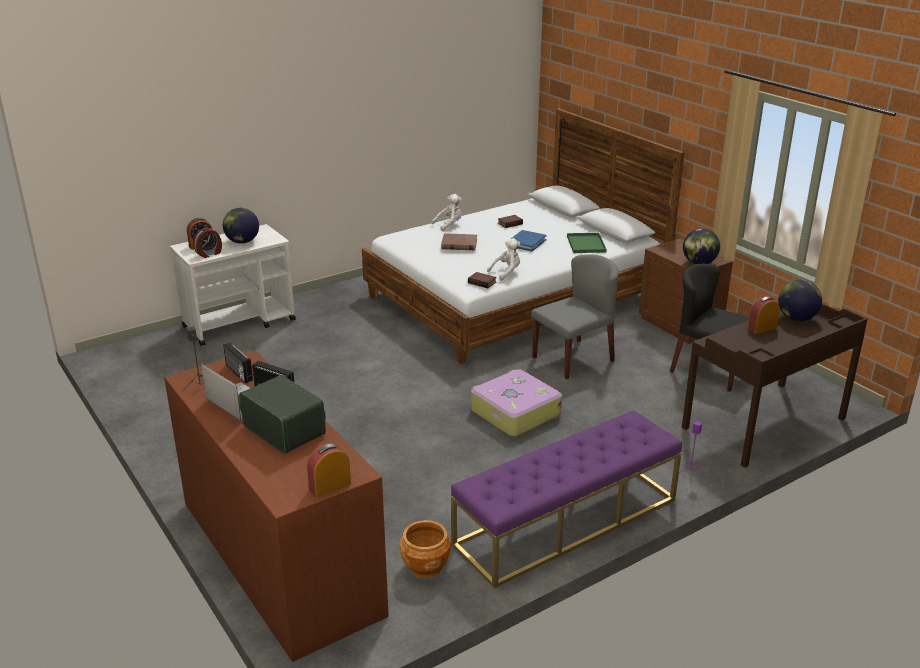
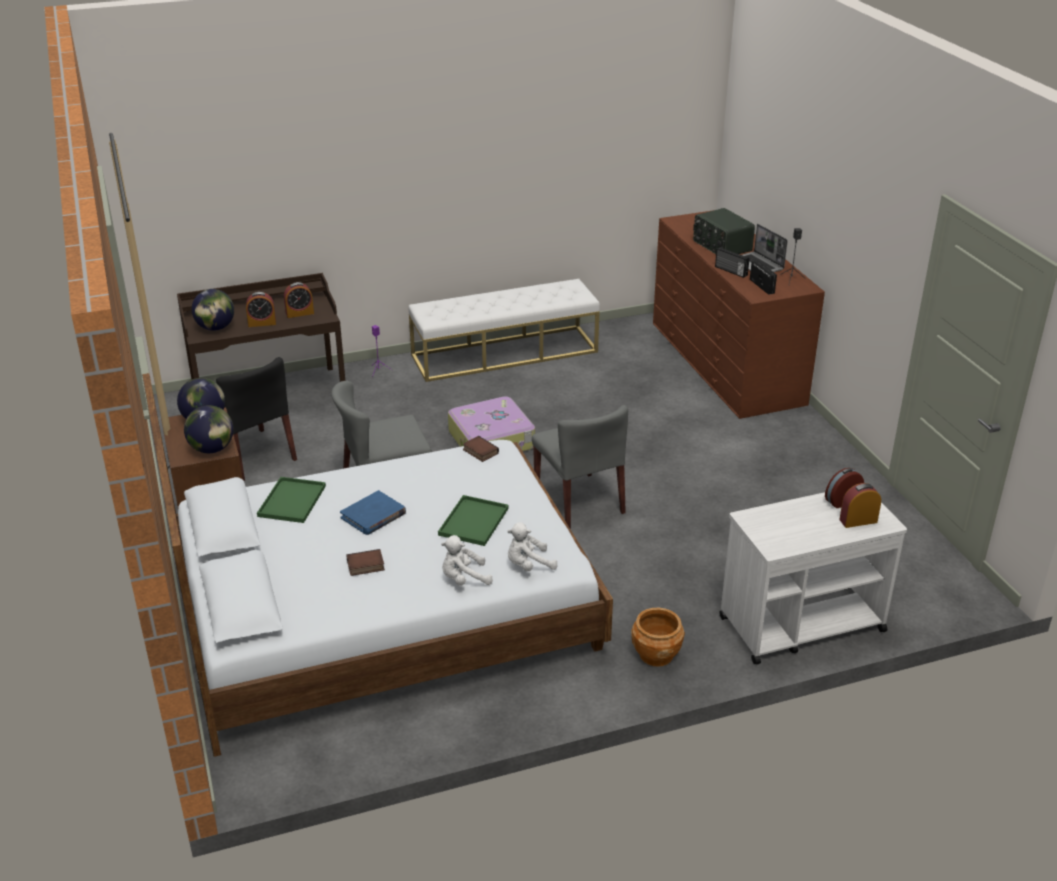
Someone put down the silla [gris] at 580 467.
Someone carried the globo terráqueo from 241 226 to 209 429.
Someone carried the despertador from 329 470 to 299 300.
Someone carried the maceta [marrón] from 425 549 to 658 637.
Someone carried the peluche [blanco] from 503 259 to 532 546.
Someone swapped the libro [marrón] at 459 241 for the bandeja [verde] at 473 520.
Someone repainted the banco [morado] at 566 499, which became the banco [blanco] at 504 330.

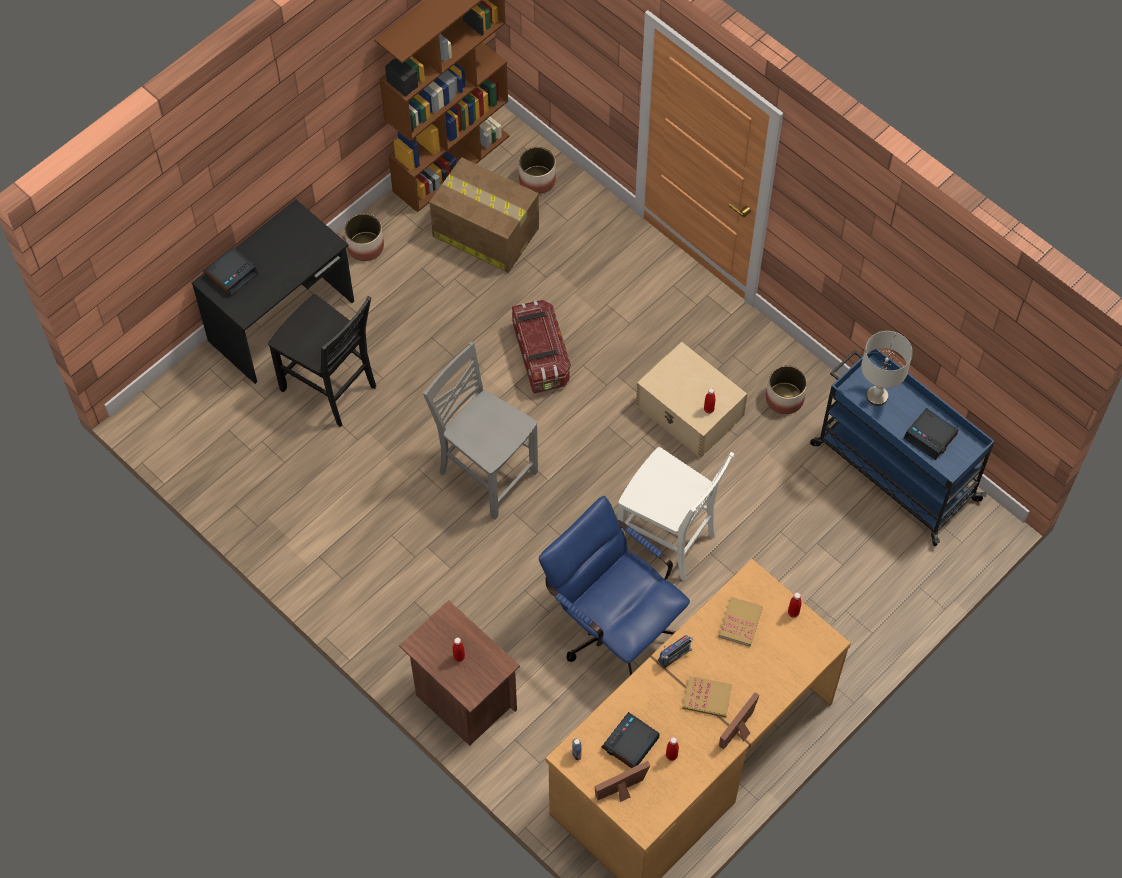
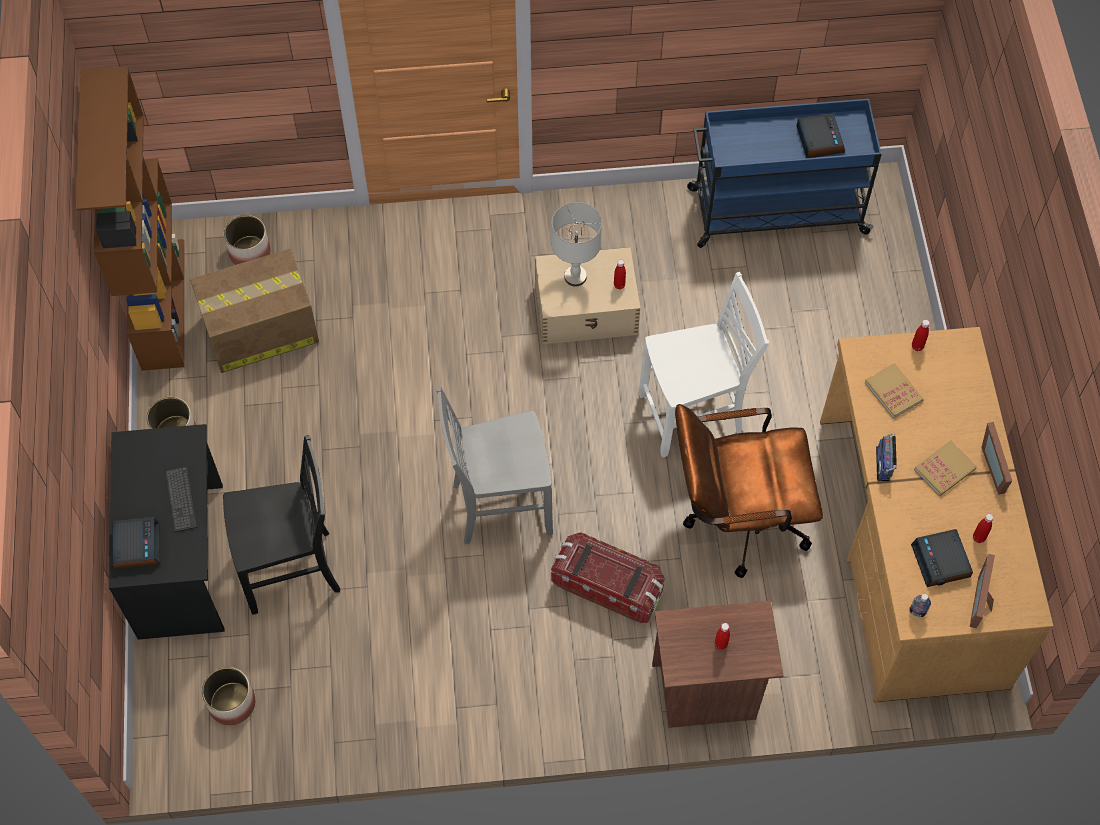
Someone put down the teclado at 181 499.
Someone carried the caja de almacenaje from 541 346 to 608 577.
Someone carried the maceta from 786 389 to 228 696.
Someone carried the lámpara de mesa [gris] from 887 368 to 576 244.
Someone repainted the silla de oficina [azul] at 614 585, which became the silla de oficina [marrón] at 749 491.
Someone rotated the despertador at 931 434 by 90 degrees counterclockwise.

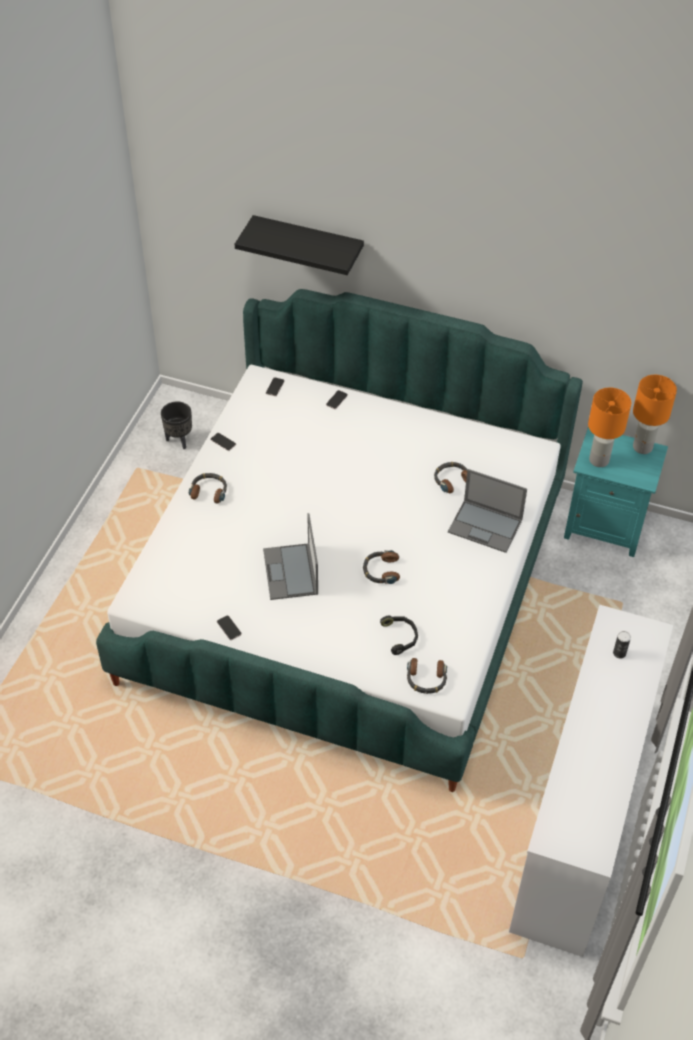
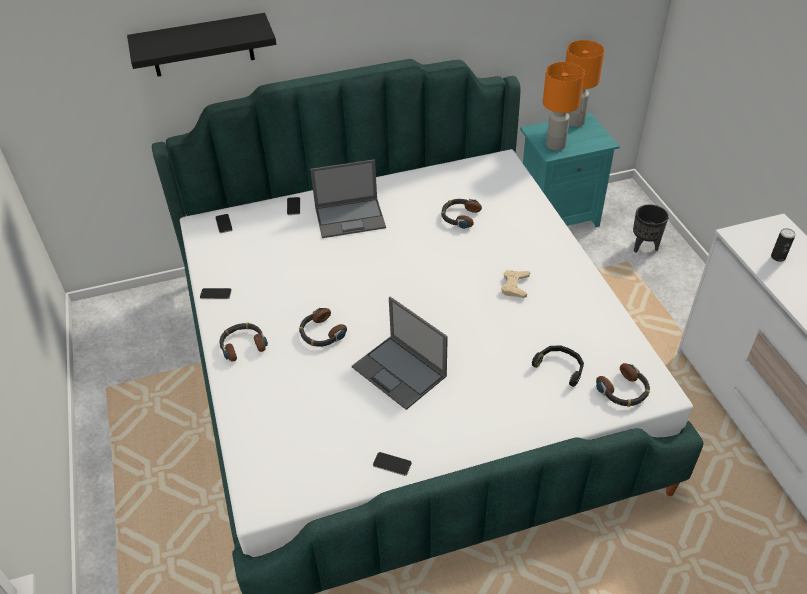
Someone put down the mando de consola [beis] at 515 284.
Someone carried the maceta [negro] from 176 425 to 651 228.
Someone carried the auriculares from 381 567 to 323 327.
Someone carried the portátil from 487 511 to 348 198.

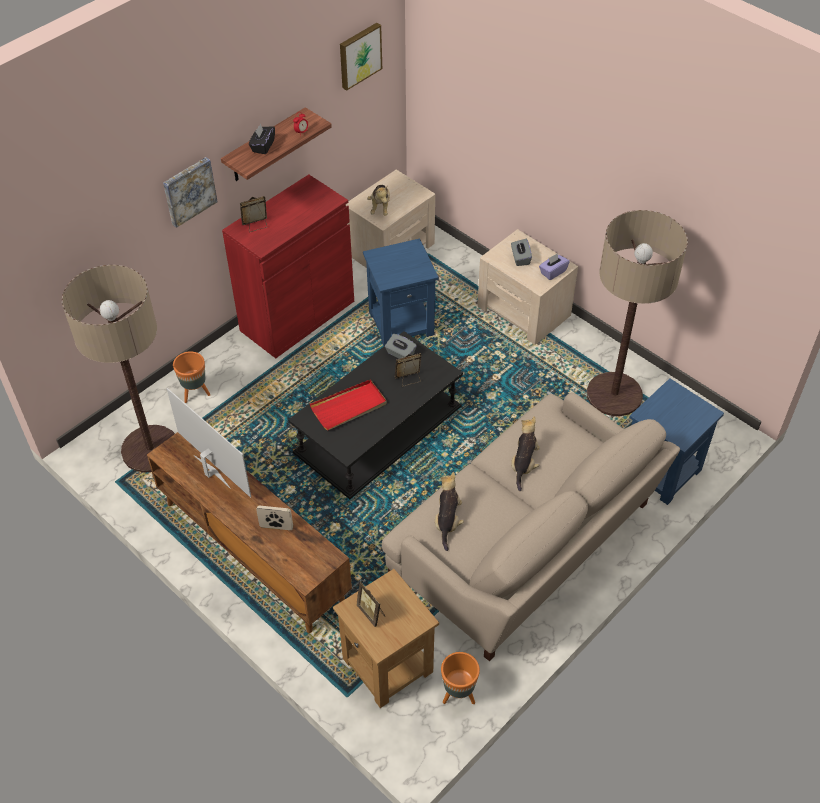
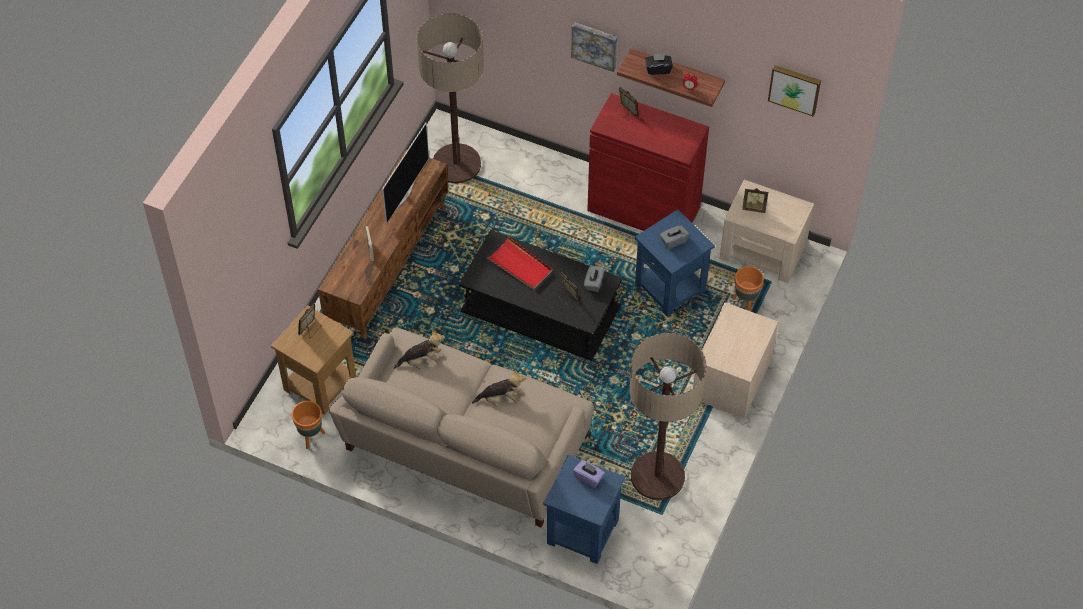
Someone carried the maceta [naranja] from 191 377 to 748 288.
Someone carried the caja de pañuelos [gris] from 521 252 to 674 237.
Someone carried the caja de pañuelos [morado] from 554 266 to 589 474.
Someone swapped the peluche at 378 200 for the portarretratos at 755 200.

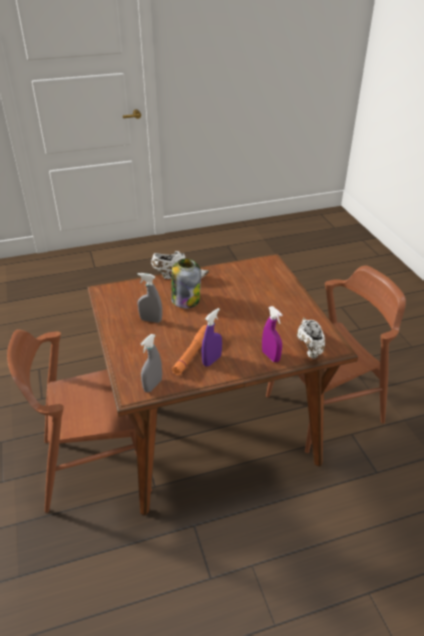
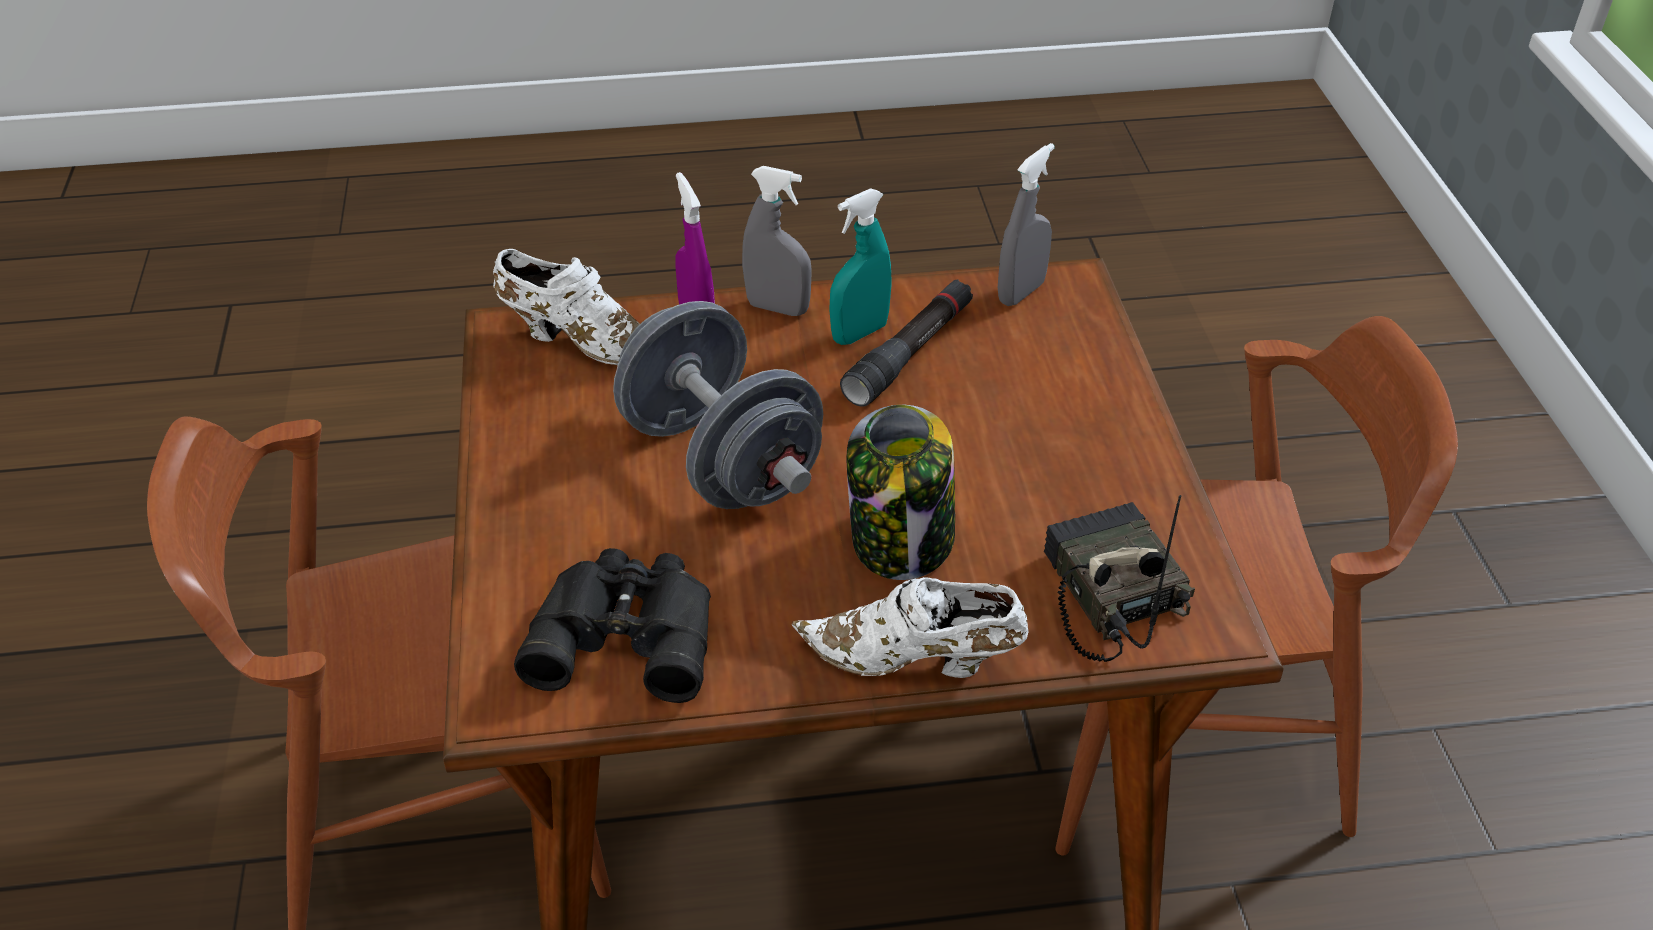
Someone put down the prismáticos [negro] at 612 625.
Someone put down the mancuerna [gris] at 718 405.
Someone put down the radio at 1119 578.
Someone carried the pulverizador [gris] from 150 298 to 777 241.
Someone repainted the linterna [naranja] at 189 350, which became the linterna [negro] at 906 343.
Someone repainted the pulverizador [morado] at 212 337, which became the pulverizador [turquesa] at 860 266.
Someone rotated the zapato [blanco] at 311 337 by 75 degrees counterclockwise.

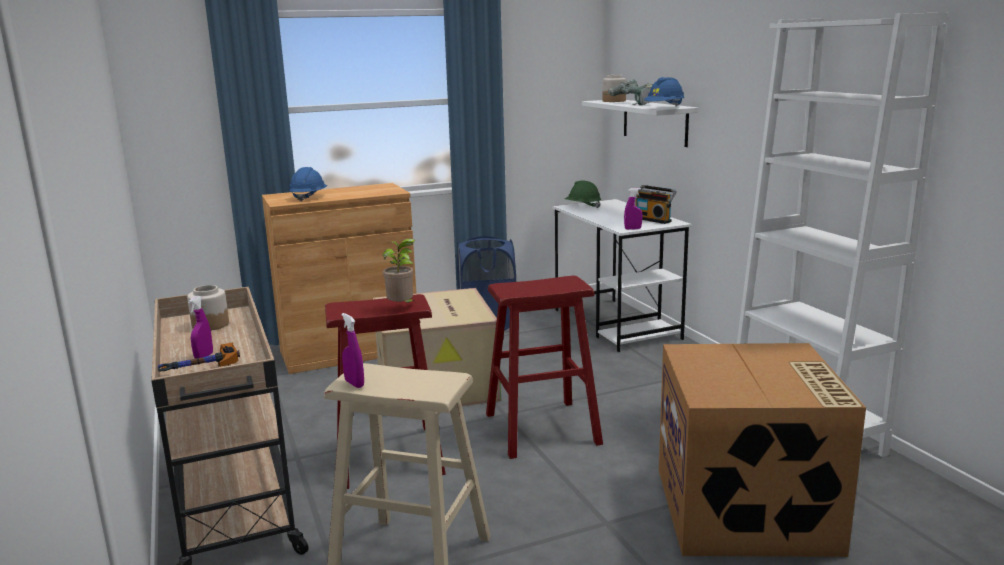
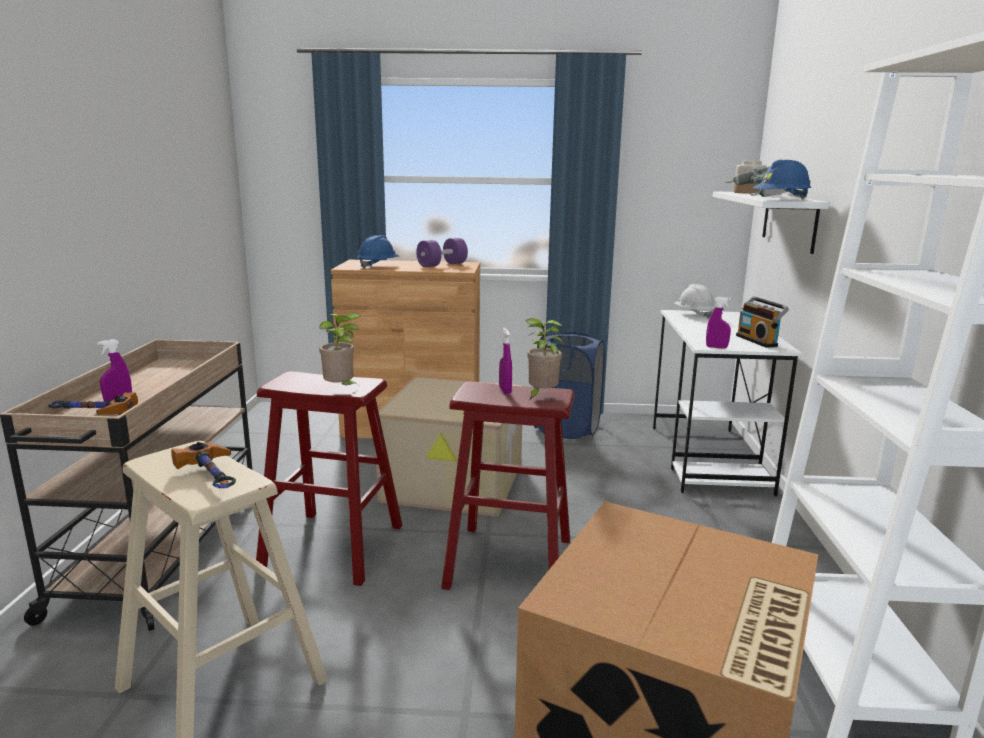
Someone took away the tarro at 208 308.
Someone put down the martillo at 203 465.
Someone put down the mancuerna [morado] at 442 252.
Someone put down the planta en maceta at 544 359.
Someone carried the pulverizador [morado] from 352 350 to 505 361.
Someone repainted the casco [verde] at 583 194, which became the casco [blanco] at 694 301.

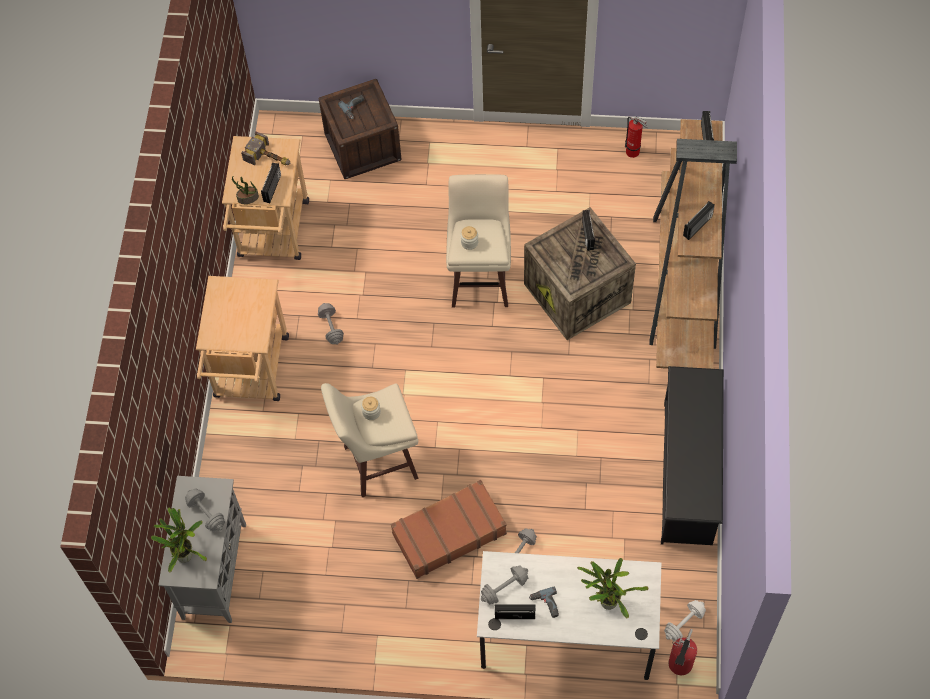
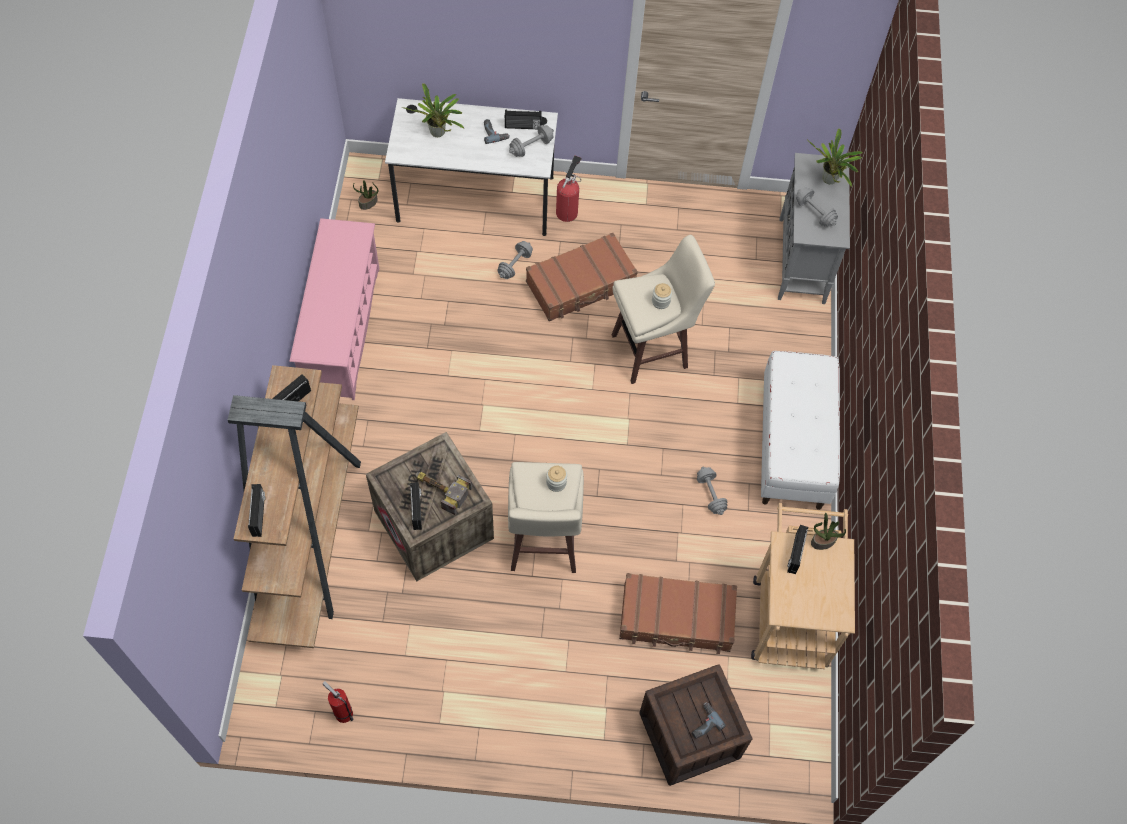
Someone put down the maleta [marrón] at 678 613.
Someone carried the martillo from 266 148 to 443 493.
Someone carried the extintor from 683 652 to 569 188.
Someone swapped the carrito [beis] at 242 338 for the banco [blanco] at 800 430.
Someone swapped the mancuerna [blanco] at 685 620 for the planta en maceta at 365 195.
Someone repainted the zapatero [negro] at 692 455, which became the zapatero [rosa] at 334 309.

